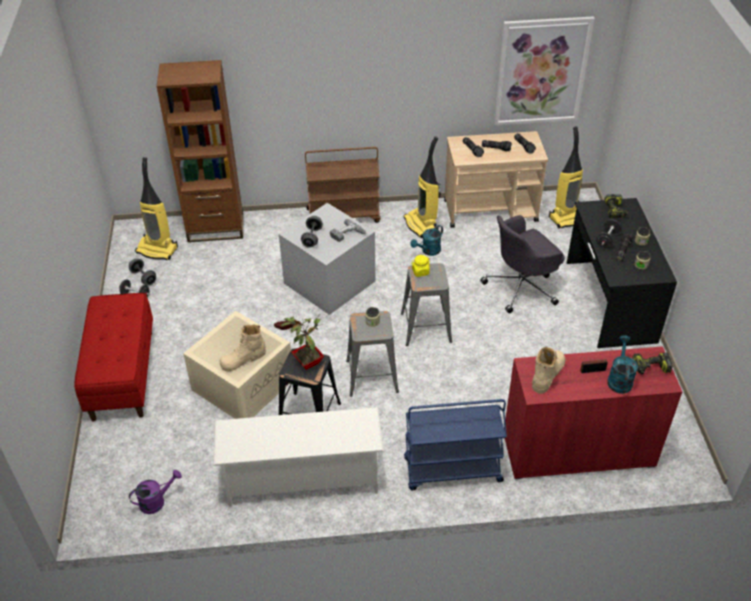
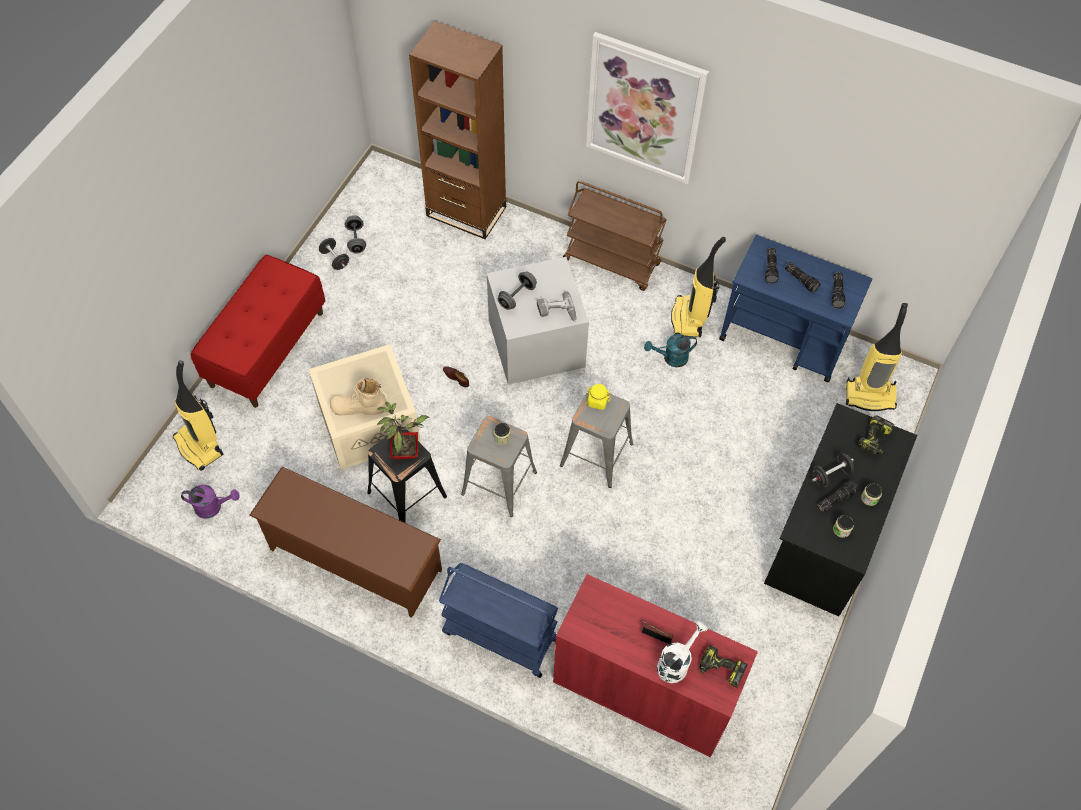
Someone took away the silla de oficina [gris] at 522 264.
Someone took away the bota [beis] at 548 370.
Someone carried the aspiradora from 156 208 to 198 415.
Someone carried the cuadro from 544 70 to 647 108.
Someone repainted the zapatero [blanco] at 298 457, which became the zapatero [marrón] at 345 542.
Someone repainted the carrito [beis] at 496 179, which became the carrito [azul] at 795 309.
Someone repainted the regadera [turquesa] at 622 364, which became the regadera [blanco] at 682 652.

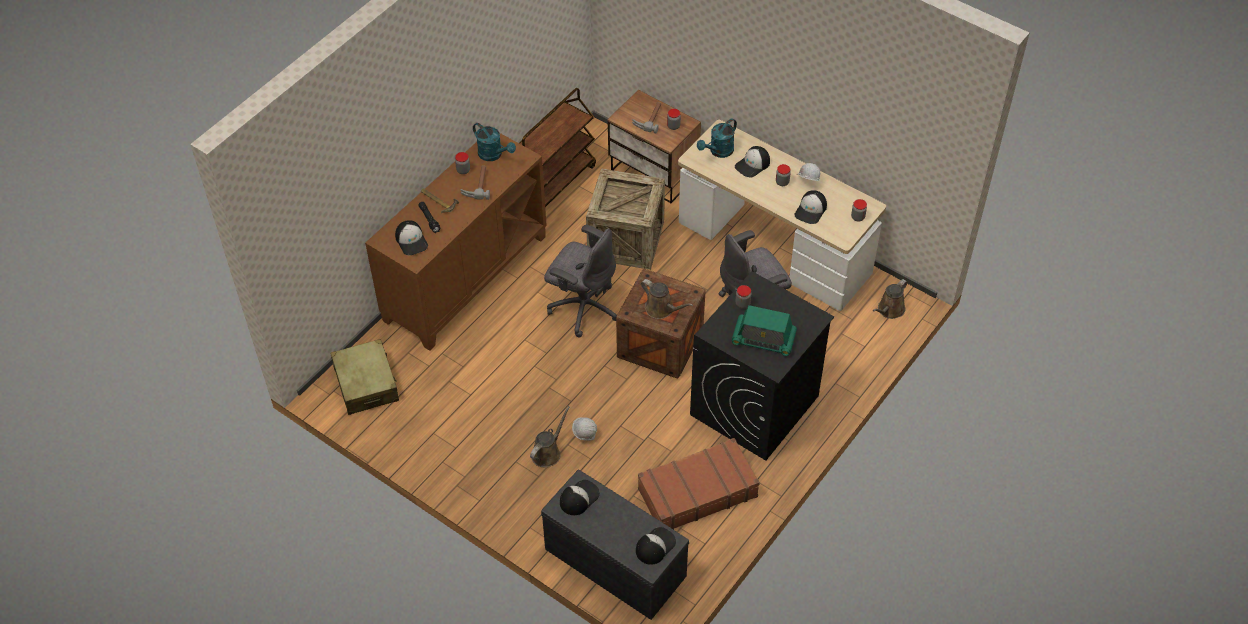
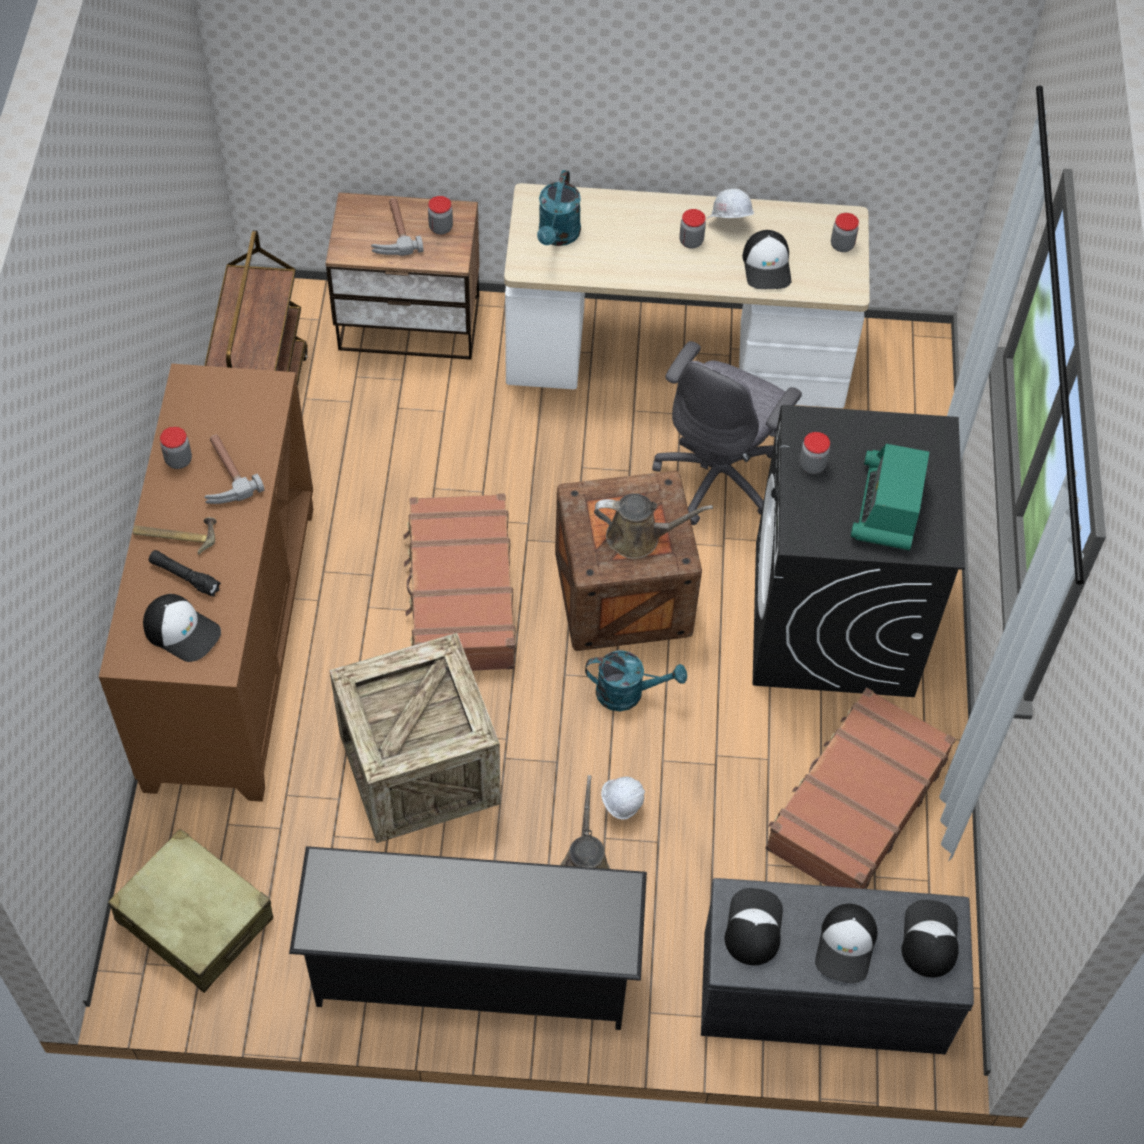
Someone took away the regadera [marrón] at 890 299.
Someone put down the zapatero [negro] at 468 938.
Someone carried the regadera [turquesa] from 494 142 to 636 680.
Someone carried the caja de embalaje from 625 219 to 415 738.
Someone carried the gorra from 752 161 to 846 944.
Someone swapped the silla de oficina [gris] at 580 281 for the maleta [marrón] at 459 582.
Someone rotated the radio at 764 330 by 120 degrees clockwise.

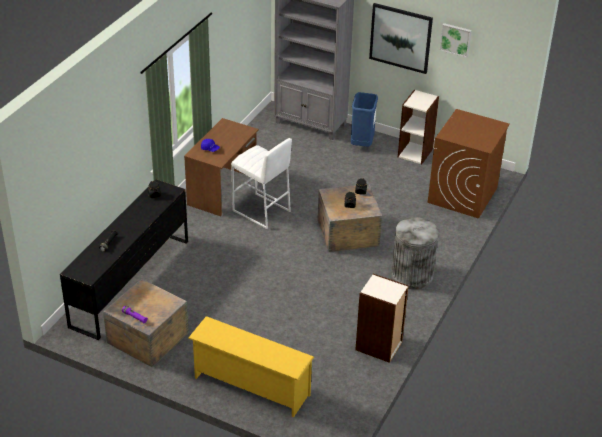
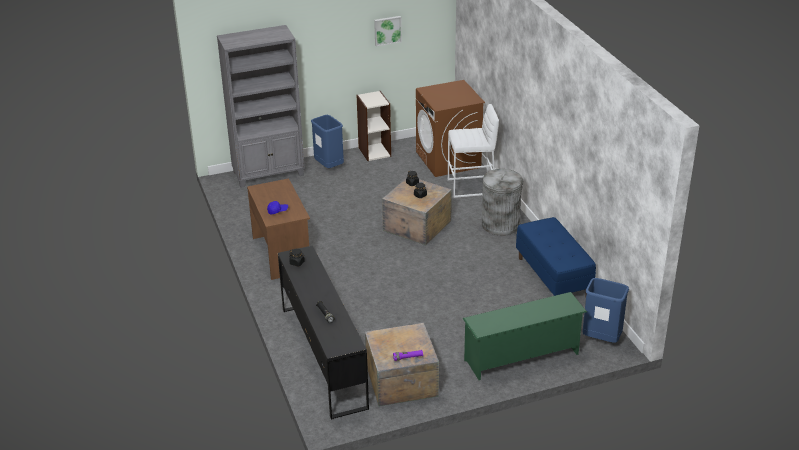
Someone took away the cuadro at 401 38.
Someone put down the papelera [azul] at 605 310.
Someone carried the taburete [blanco] from 261 183 to 473 151.
Someone swapped the estantería at 382 318 for the banco [azul] at 556 257.
Someone repainted the zapatero [amarillo] at 251 366, which became the zapatero [verde] at 525 336.

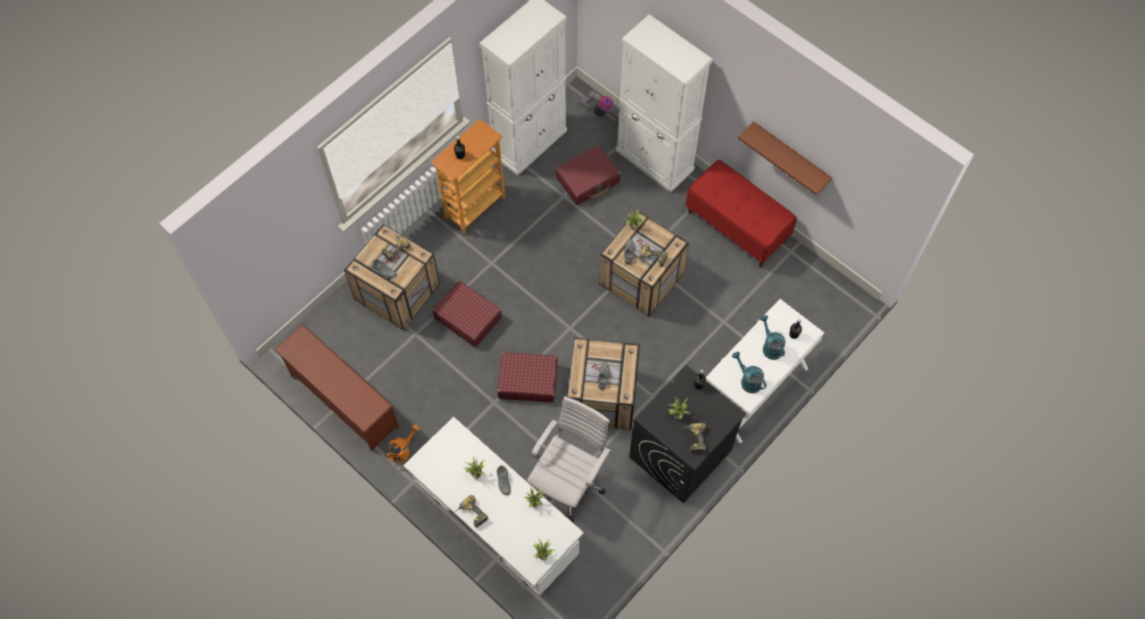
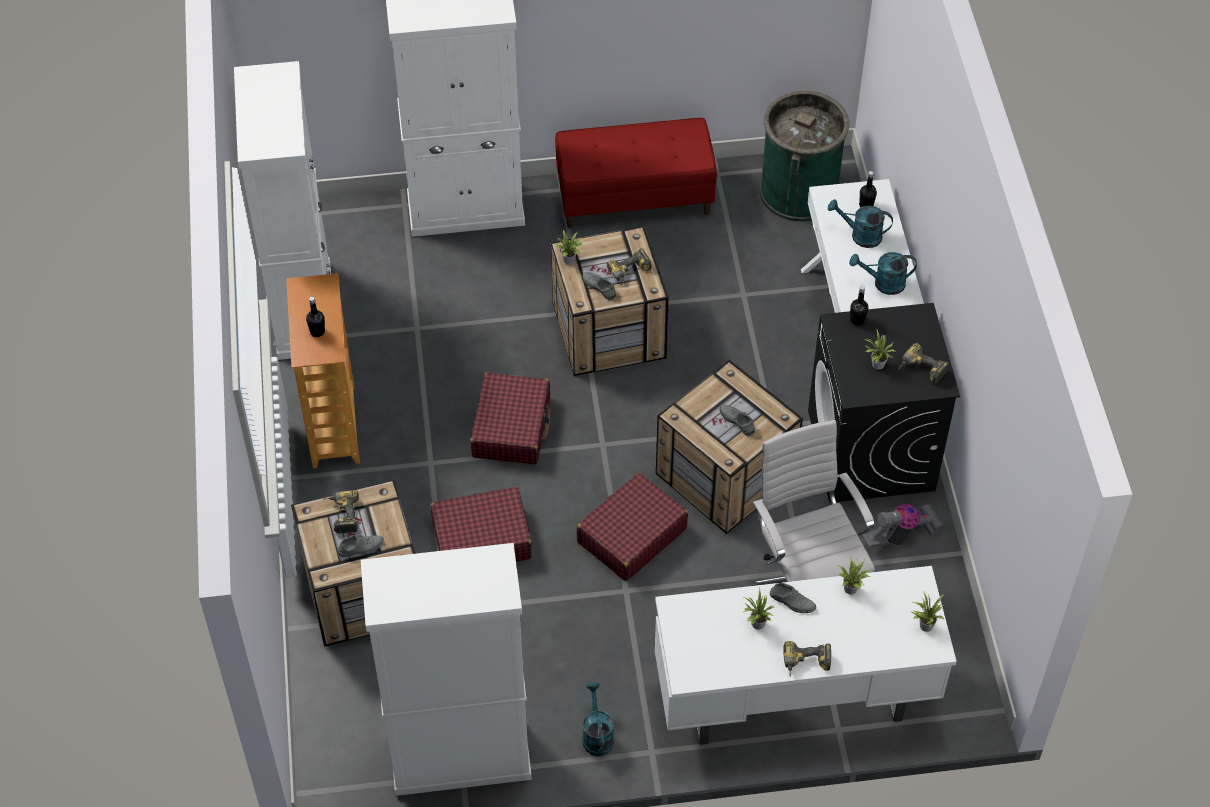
Someone took away the estante [marrón] at 785 158.
Someone put down the papelera [verde] at 804 156.
Someone carried the maleta [rojo] from 587 175 to 511 418.
Someone carried the aspiradora from 599 108 to 902 525.
Someone swapped the zapatero [marrón] at 336 387 for the armario [blanco] at 446 669.
Someone repainted the regadera [naranja] at 403 444, which became the regadera [turquesa] at 598 719.

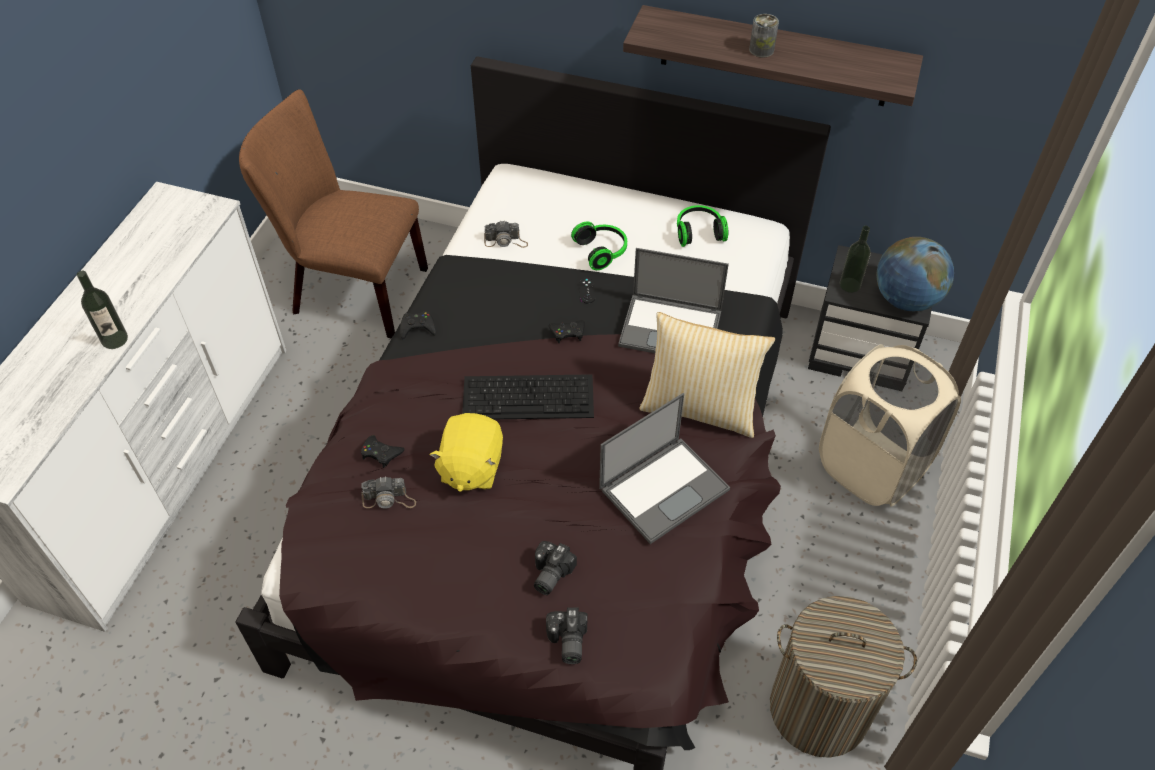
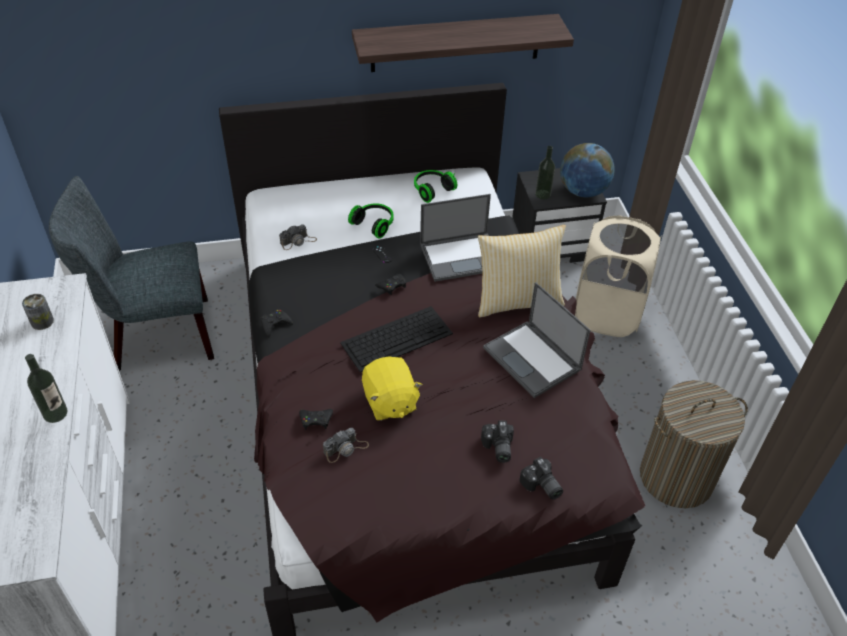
Someone carried the lata from 764 36 to 38 312.
Someone repainted the silla [marrón] at 333 214, which became the silla [gris] at 131 273.
Someone rotated the portátil at 664 468 by 120 degrees clockwise.

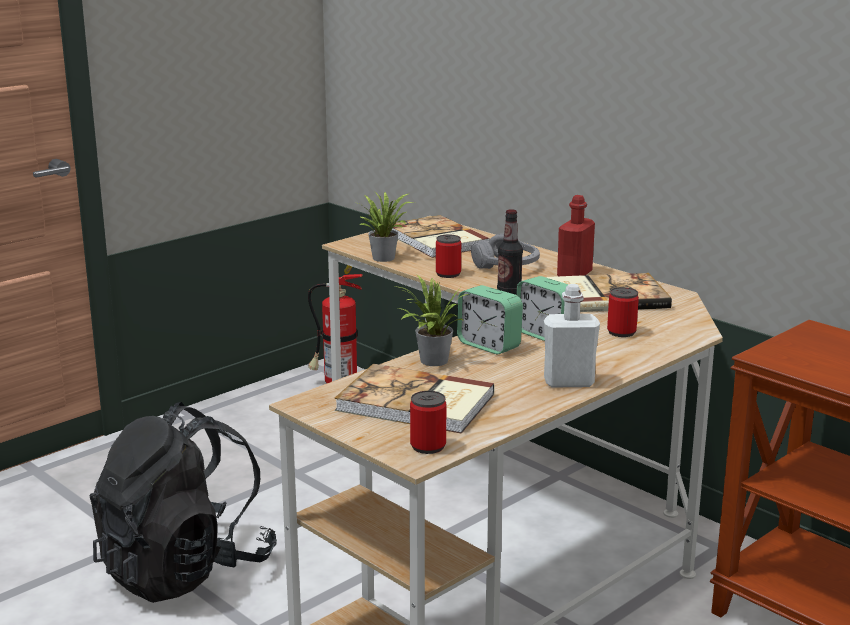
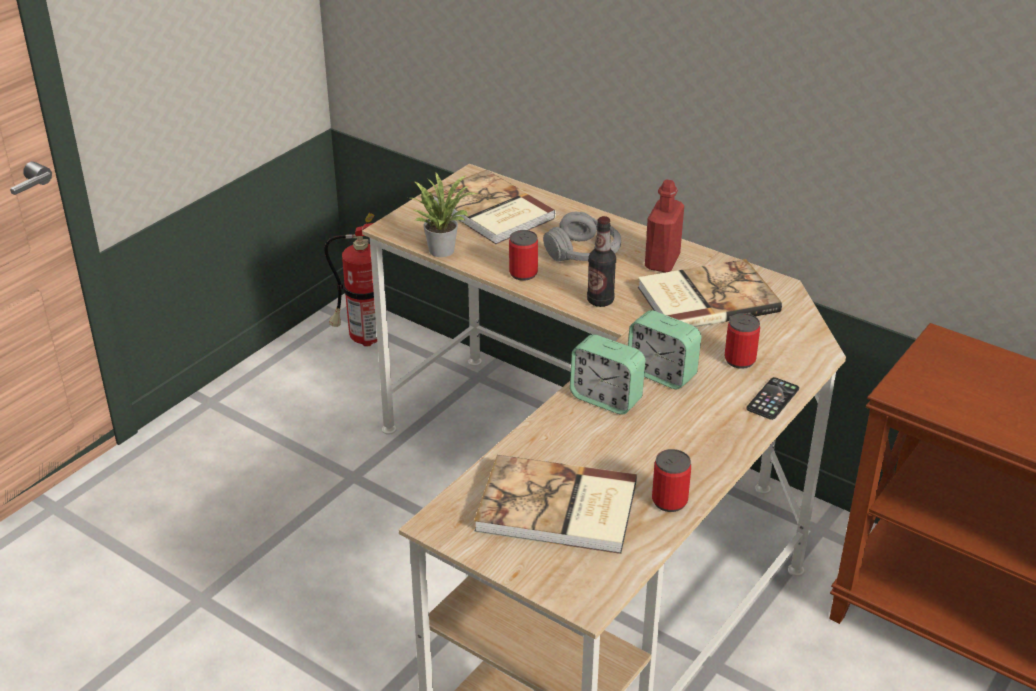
Someone took away the mochila [negro] at 183 502.
Someone took away the planta en maceta at 430 320.
Someone took away the botella [blanco] at 572 336.
Someone put down the móvil at 772 398.
Someone carried the lata from 428 422 to 671 480.

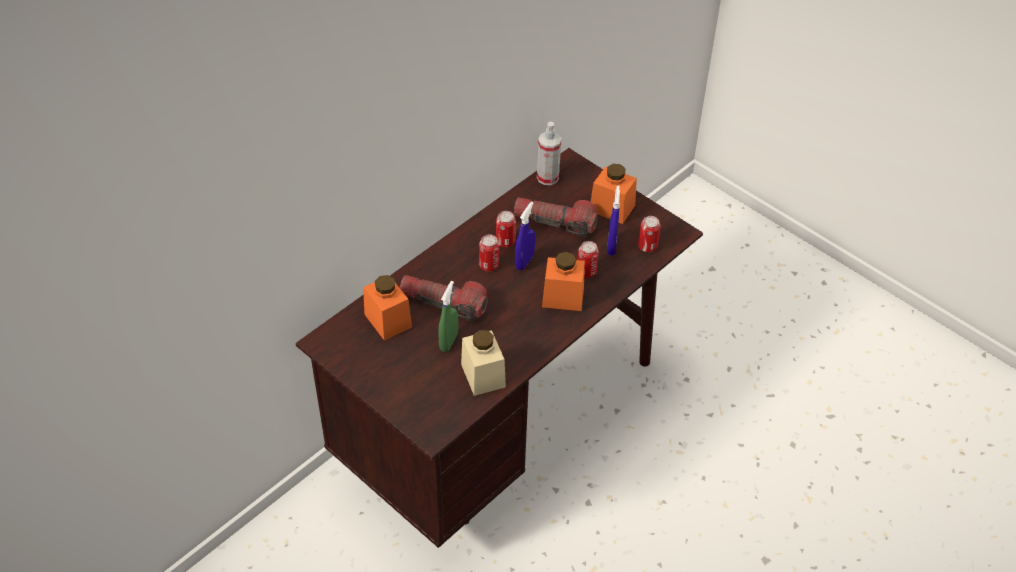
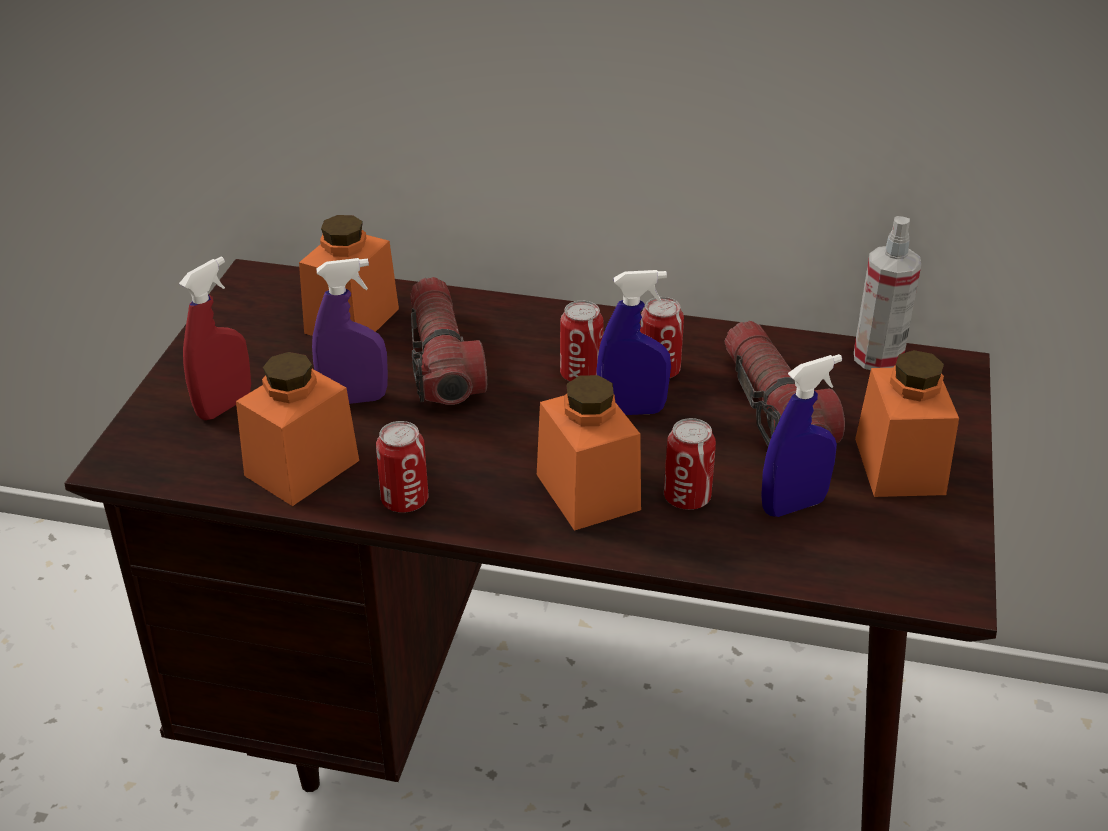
Someone put down the pulverizador [rojo] at 215 338.
Someone carried the lata from 649 234 to 402 467.
Someone repainted the pulverizador [verde] at 448 316, which became the pulverizador [morado] at 350 331.
Someone repainted the tarro [beis] at 483 363, which became the tarro [naranja] at 297 429.

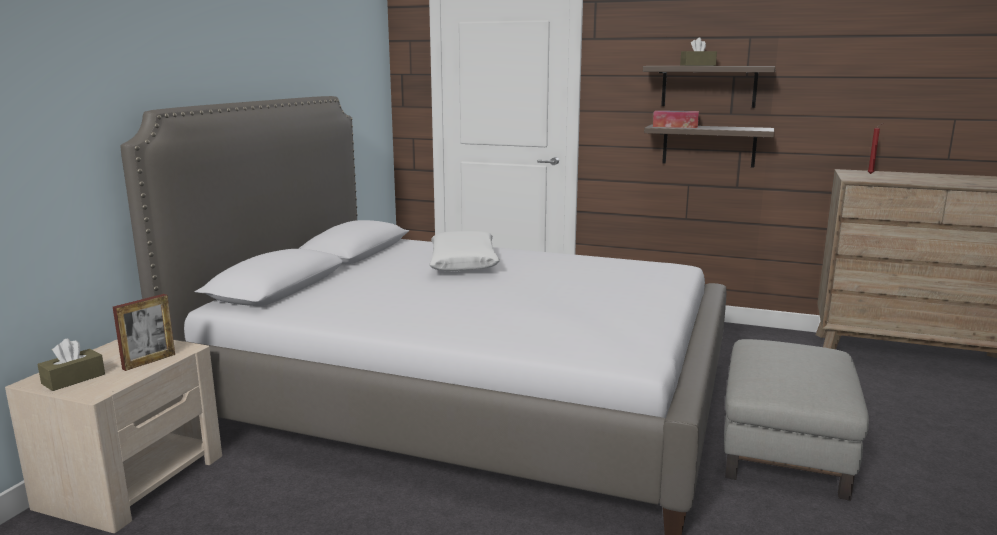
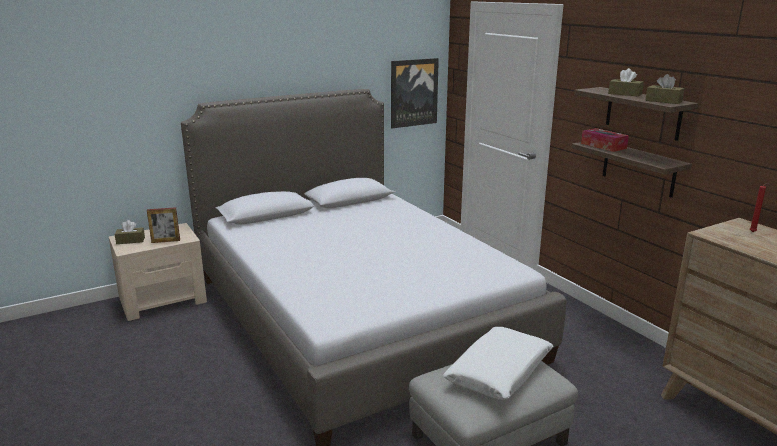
Someone put up the cuadro at 415 93.
Someone put down the caja de pañuelos [marrón] at 665 89.
Someone carried the cojín [blanco] from 465 251 to 498 363.

